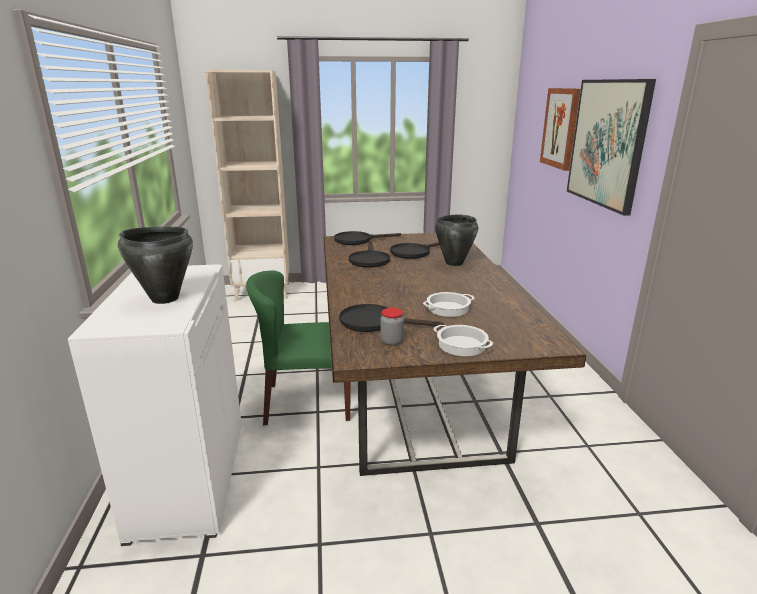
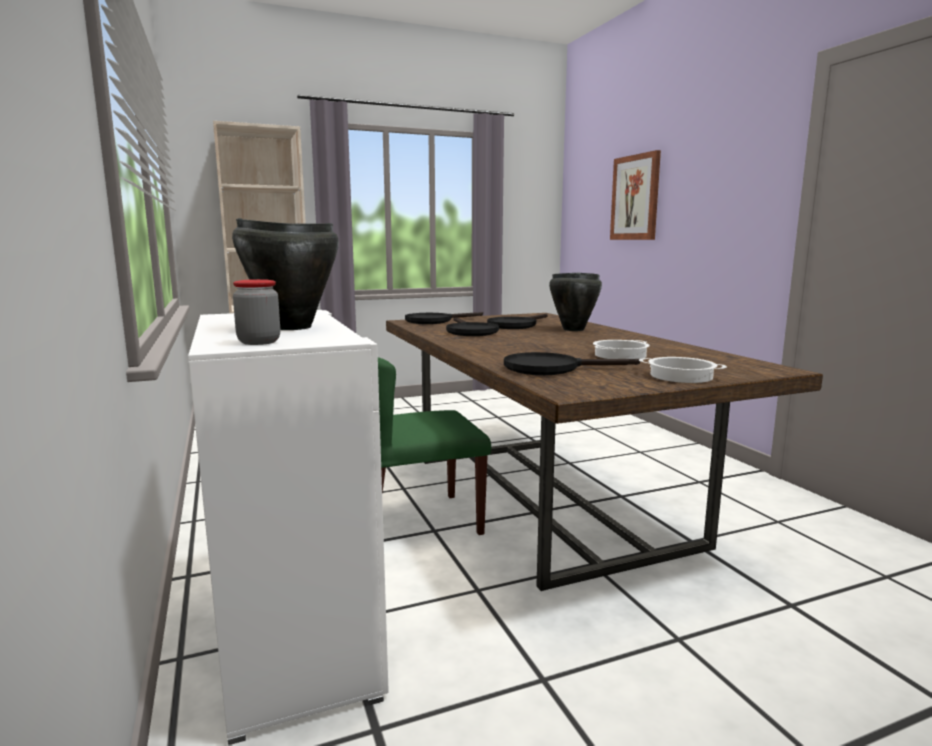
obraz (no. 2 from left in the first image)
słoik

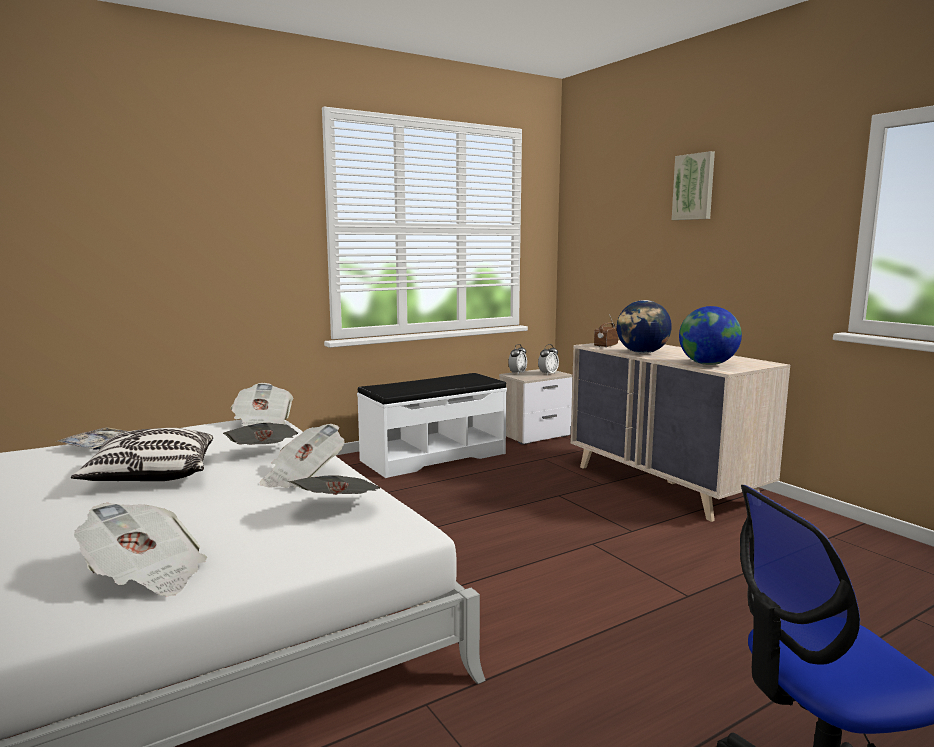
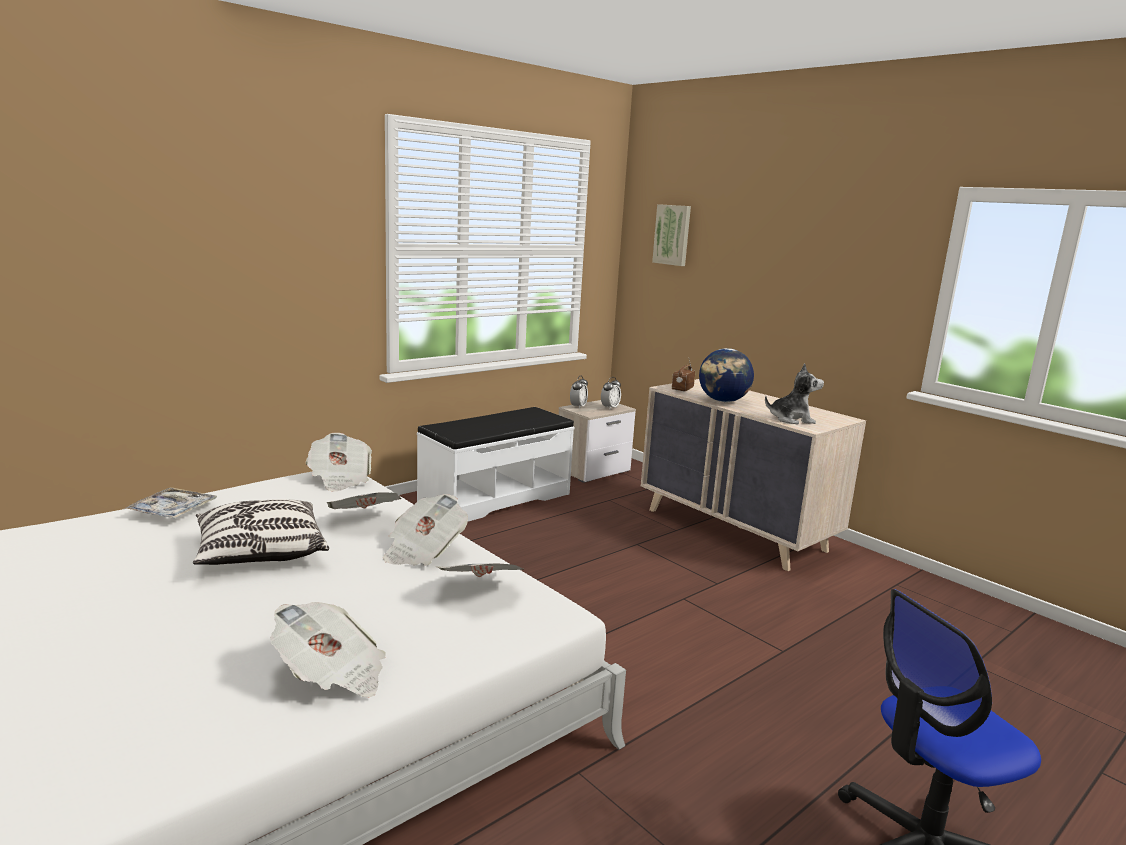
obraz
pluszak

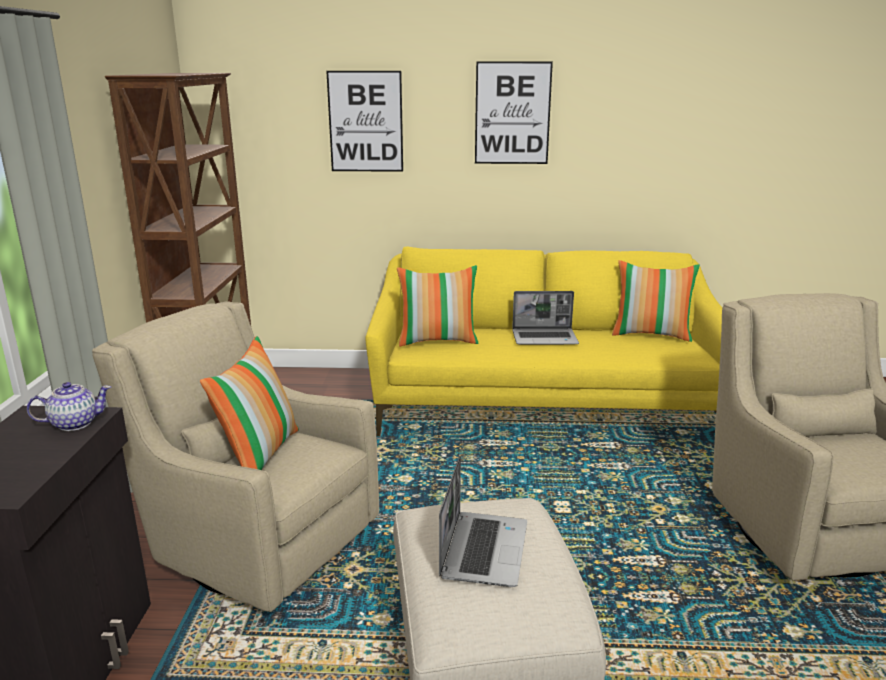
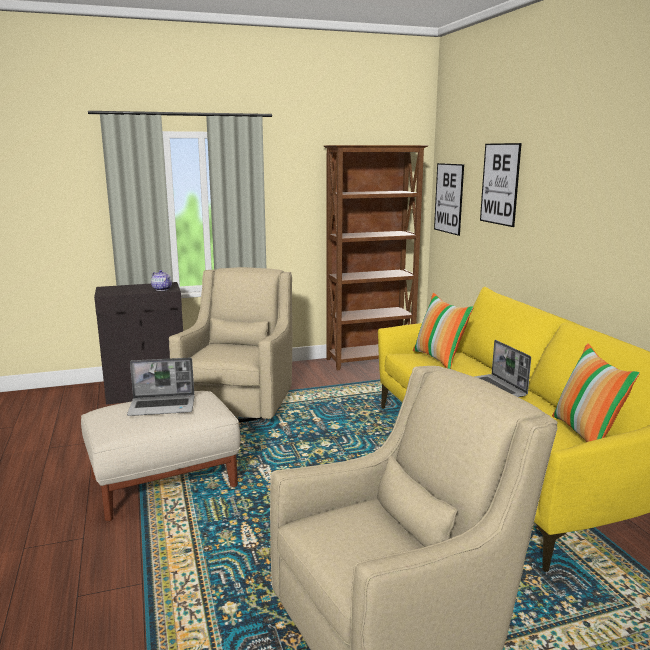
poduszka (no. 1 from left in the first image)
obraz (no. 1 from left)

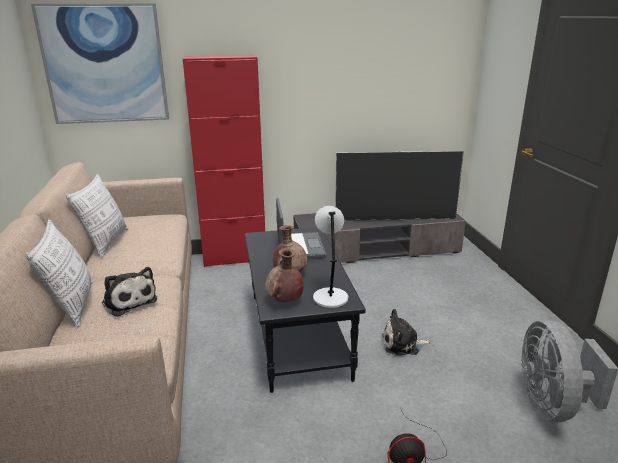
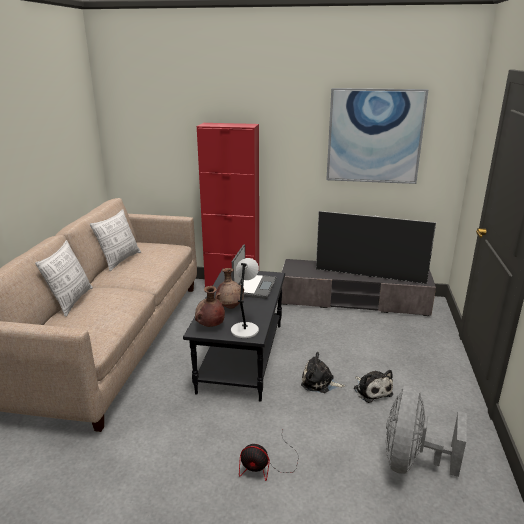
obraz
pluszak (no. 2 from left)

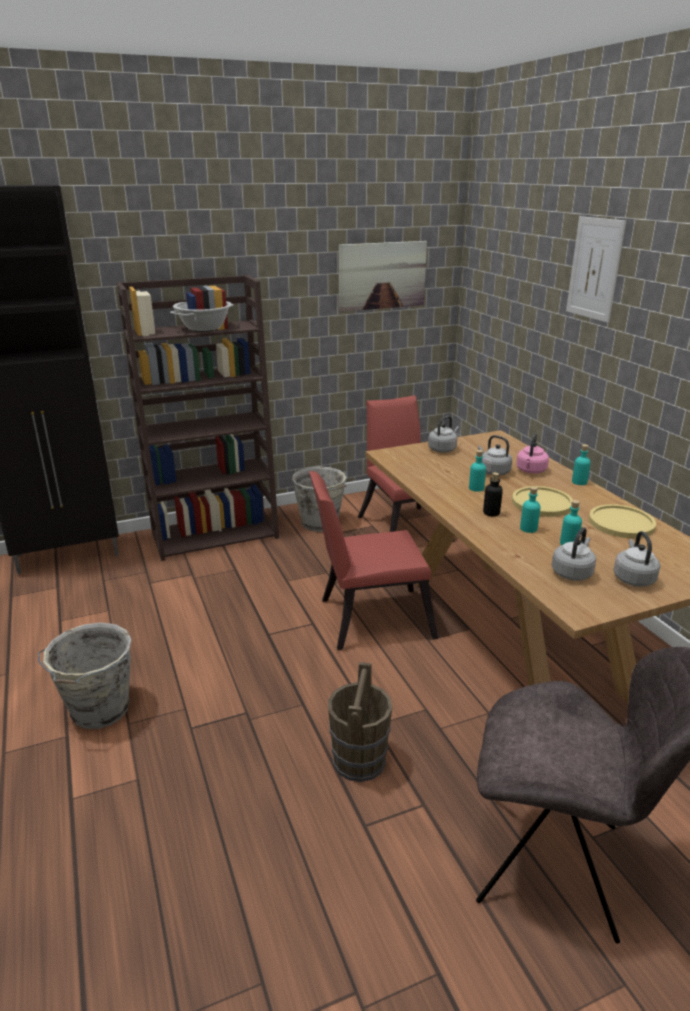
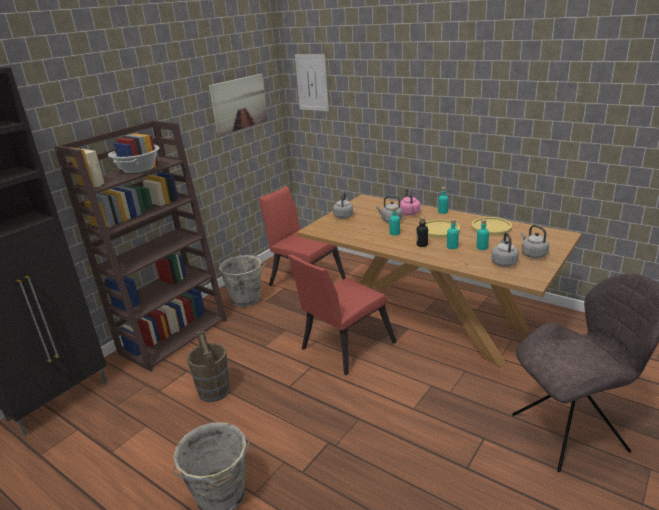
wiadro [brązowy]
obraz (no. 2 from left)

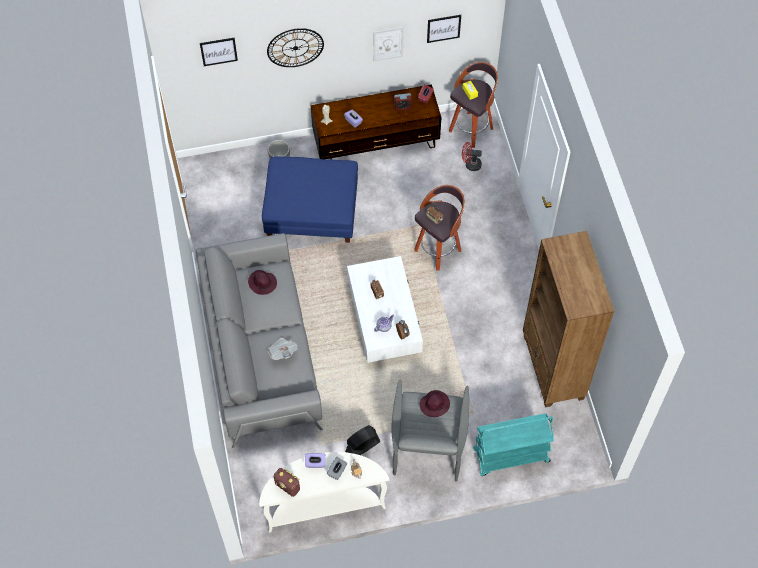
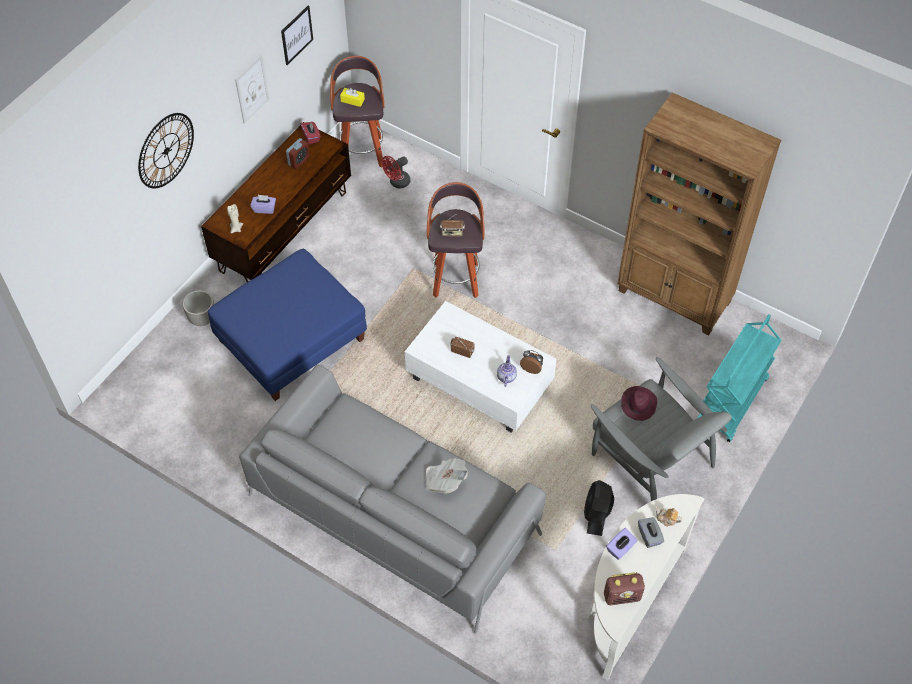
obraz (no. 1 from left in the first image)
kapelusz [fioletowy] (no. 1 from left in the first image)

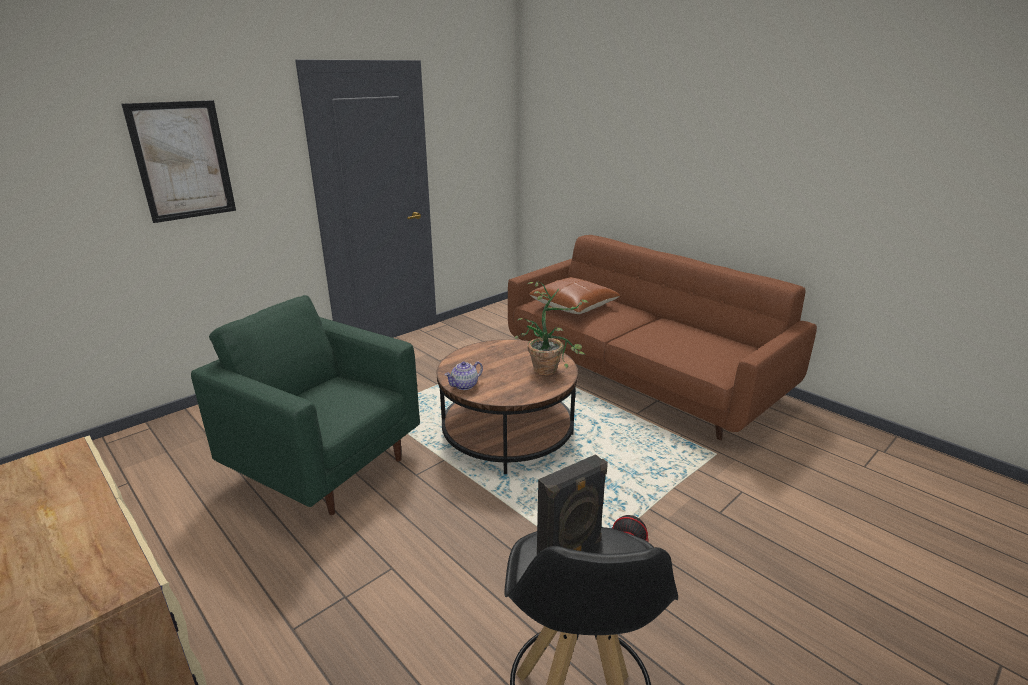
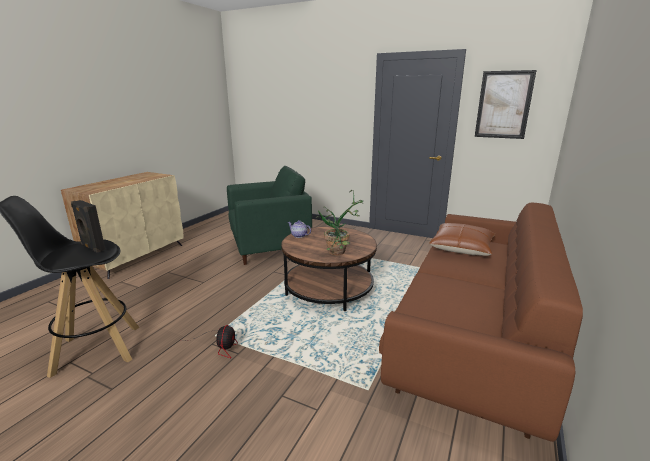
obraz
fotel [zielony]

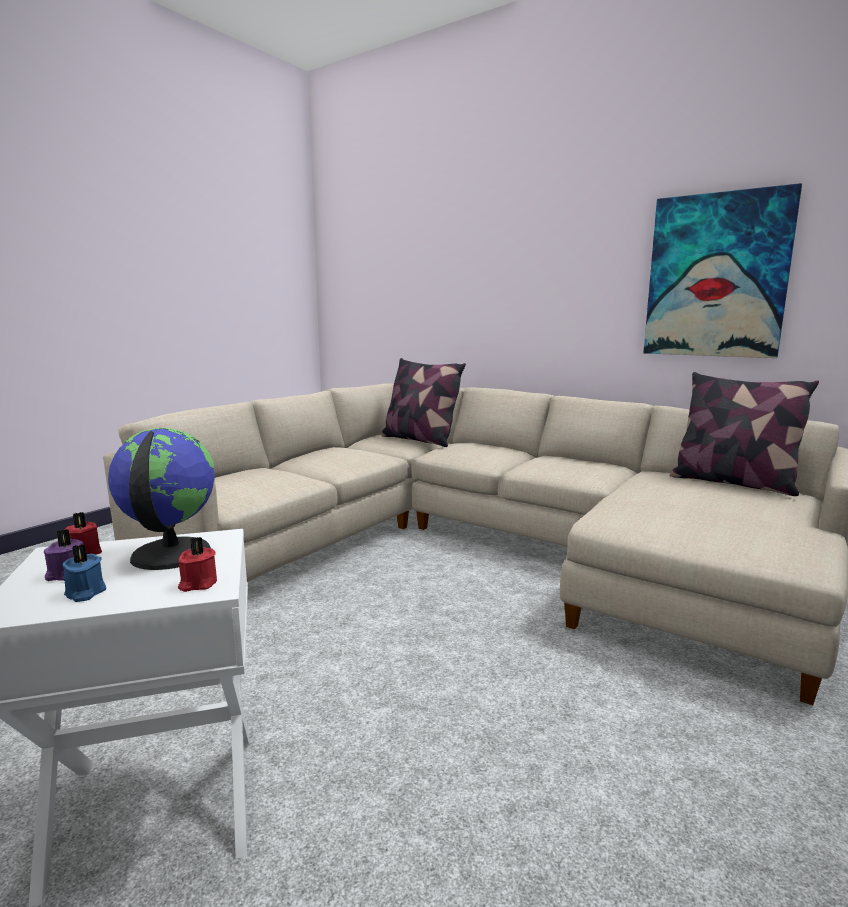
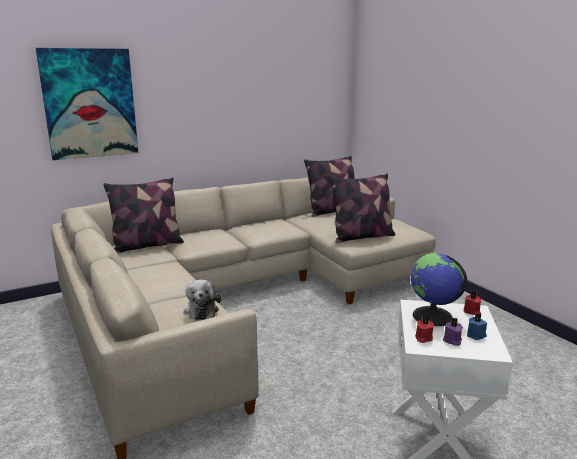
pluszak
poduszka (no. 3 from left)
obraz

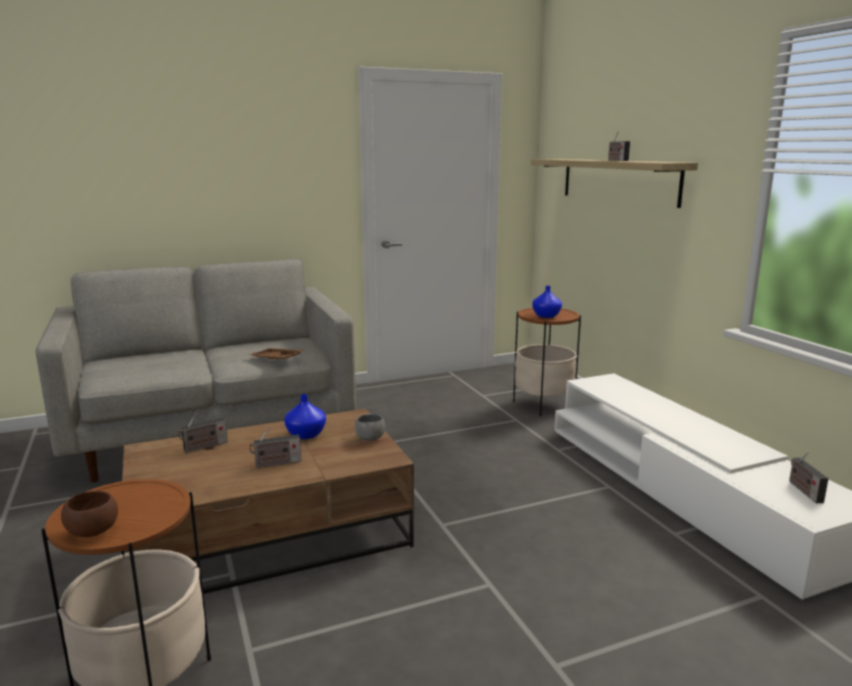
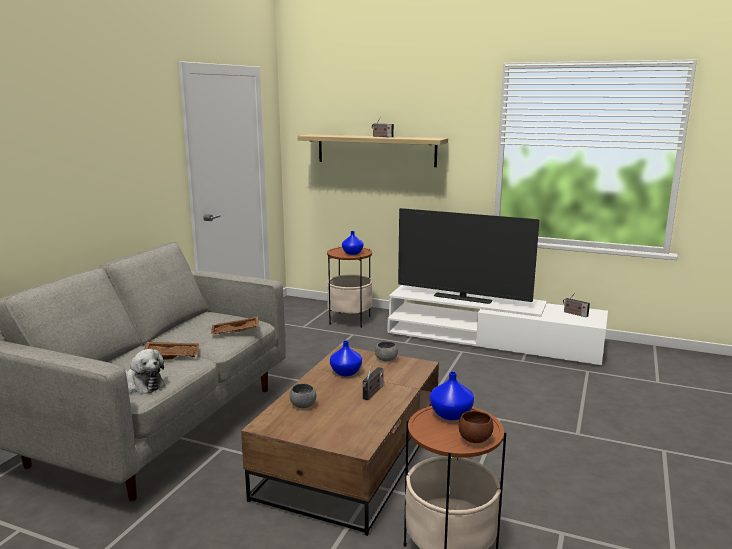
pluszak
taca [brązowy] (no. 1 from left)
telewizor
wazon [niebieski] (no. 3 from left)
miska [szary] (no. 1 from left)

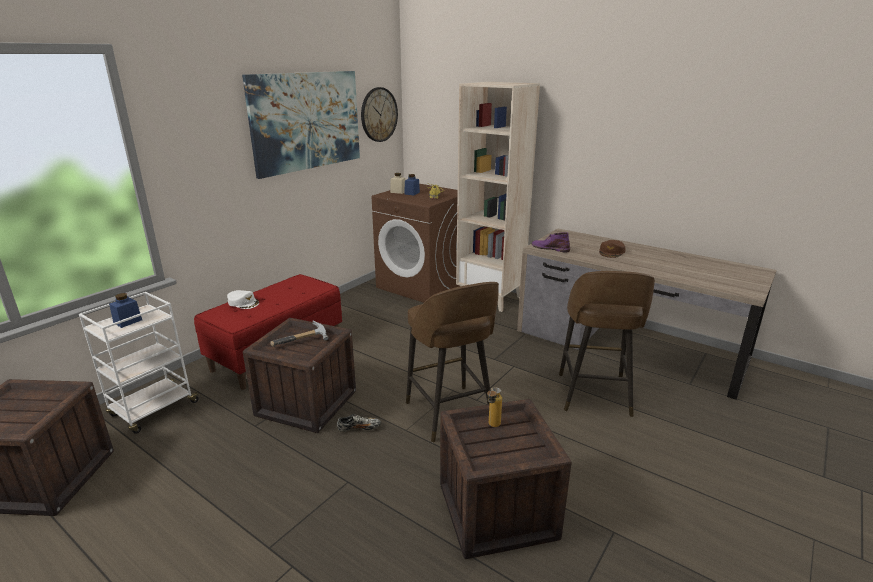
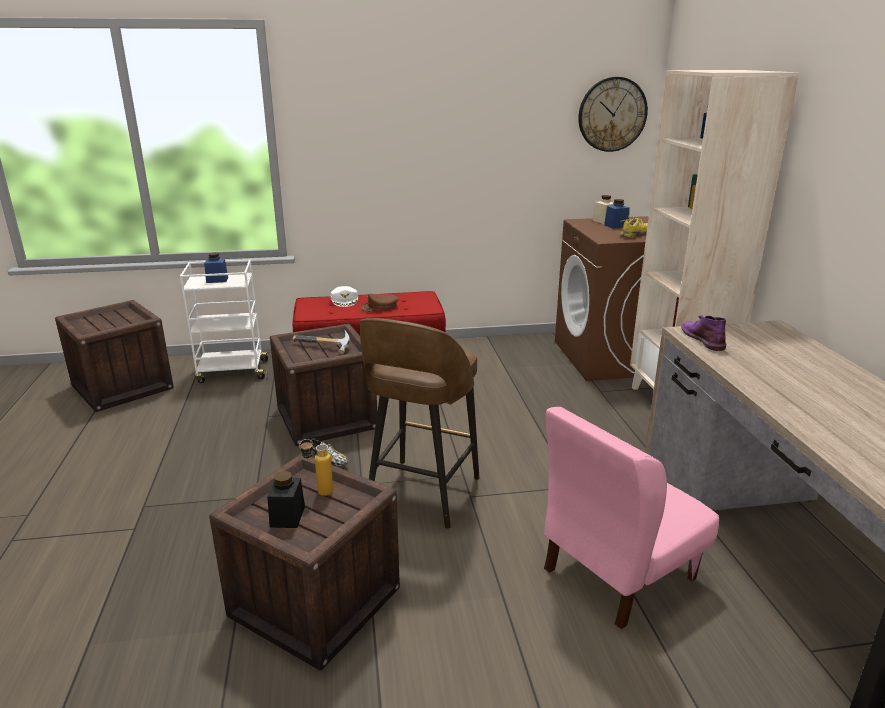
obraz
słoik [czarny]
czapka z daszkiem [brązowy]
krzesło [różowy]

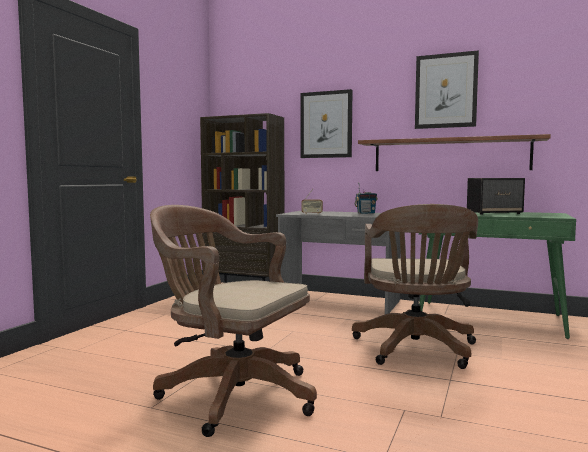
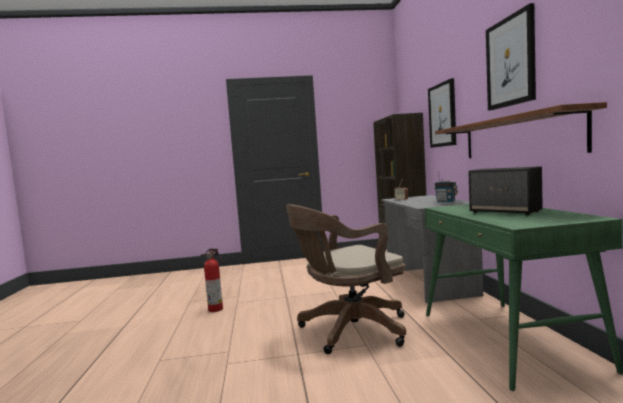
gaśnica

